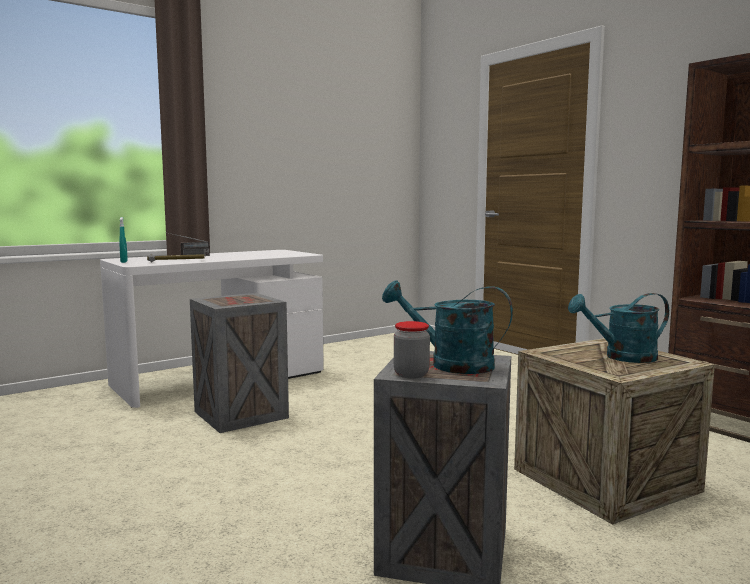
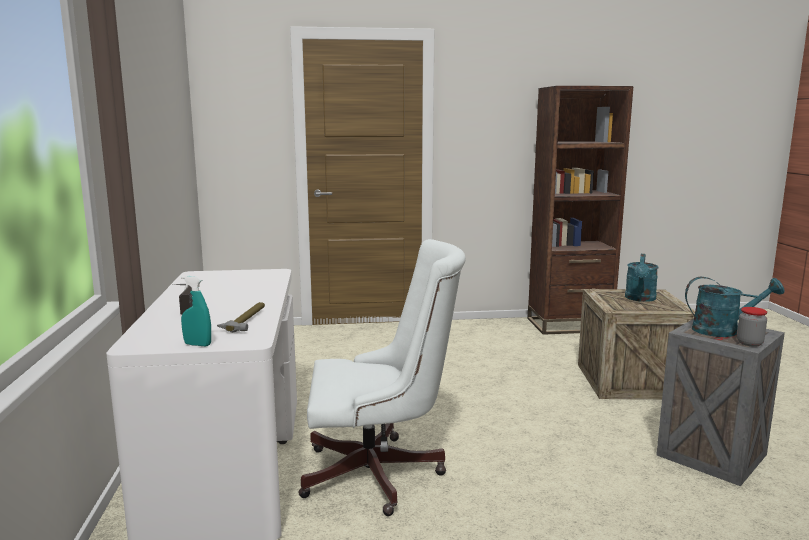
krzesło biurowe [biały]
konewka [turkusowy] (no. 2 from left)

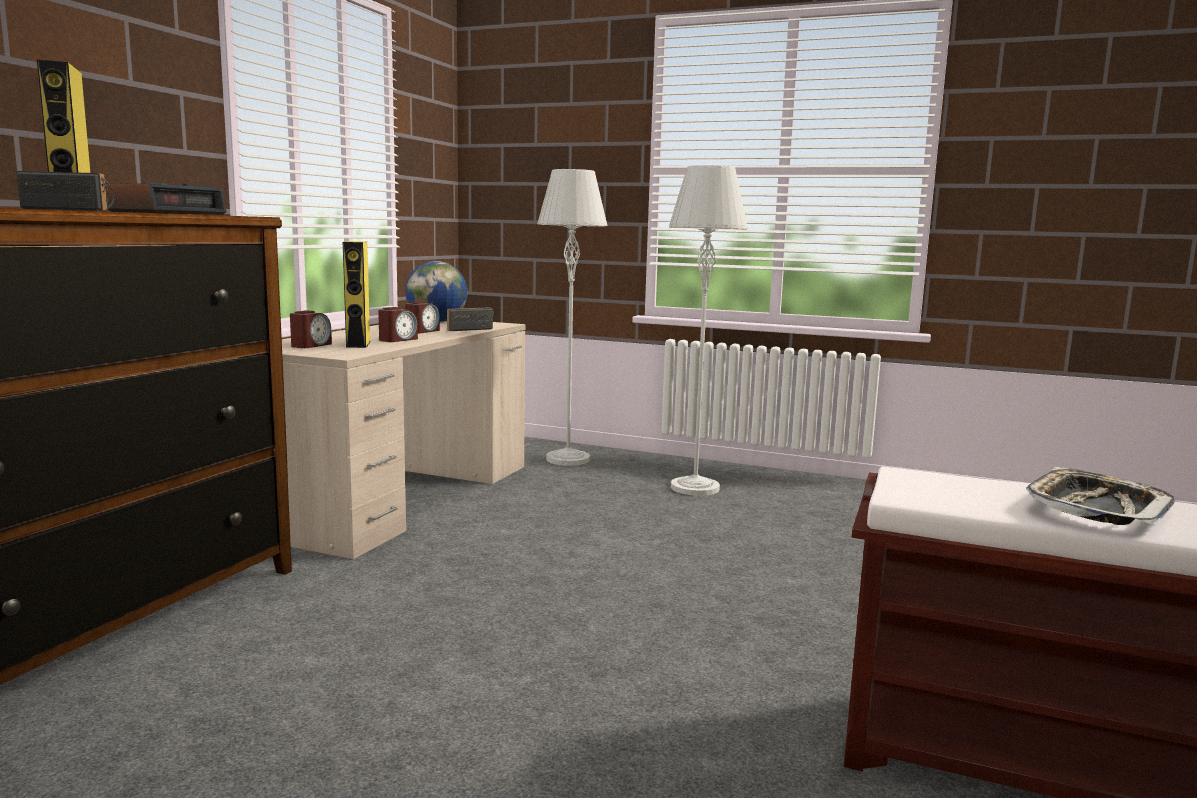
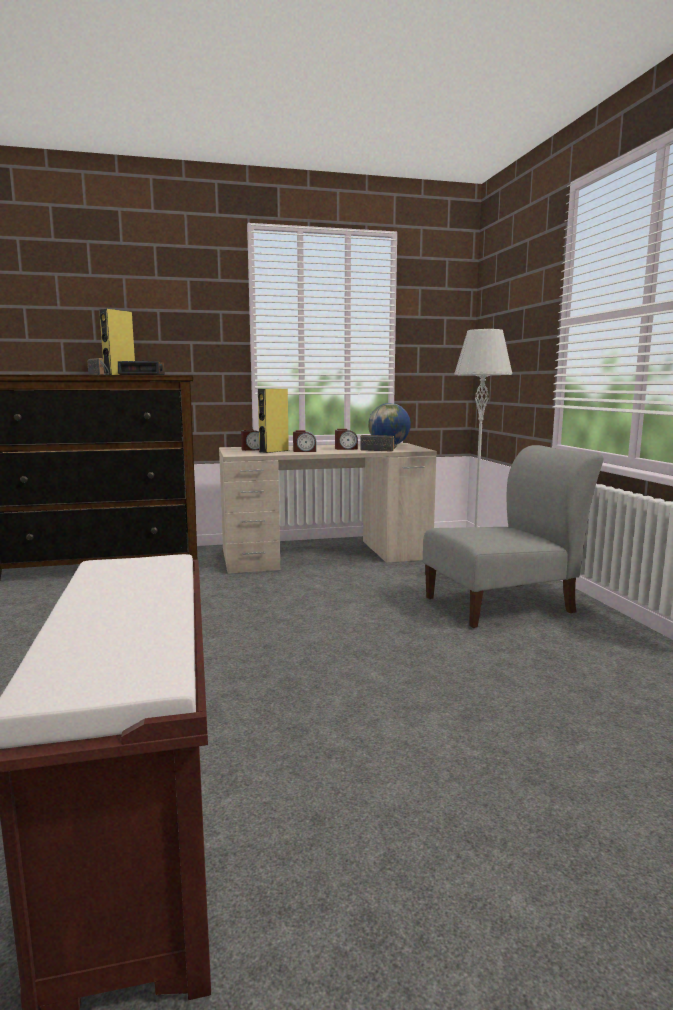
taca
krzesło [szary]

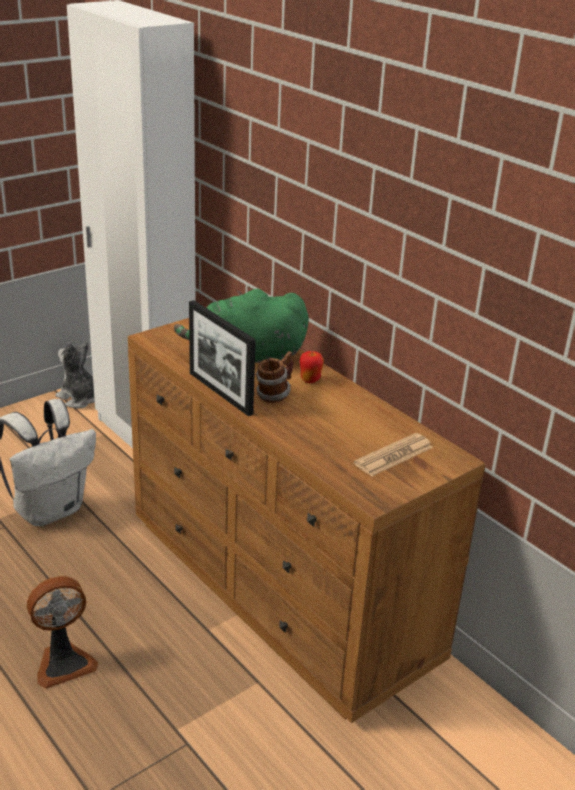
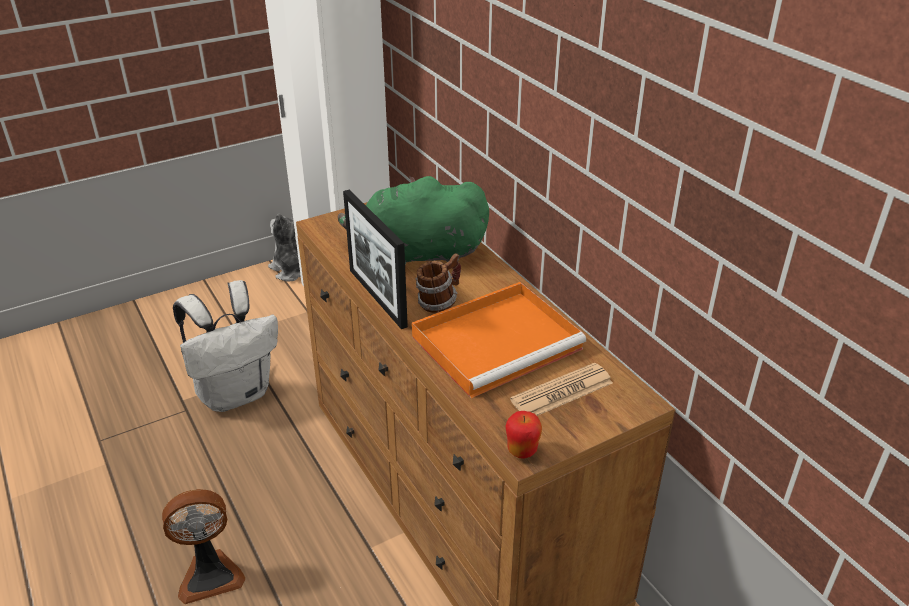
taca [pomarańczowy]
jabłko

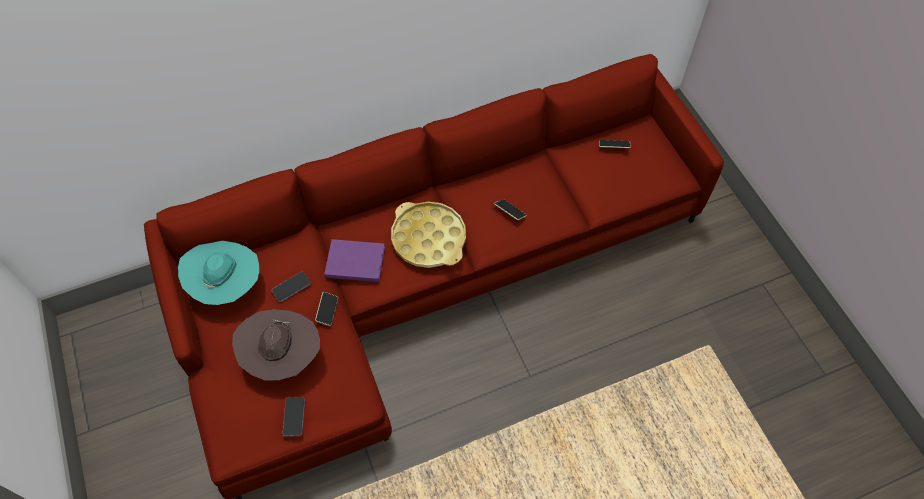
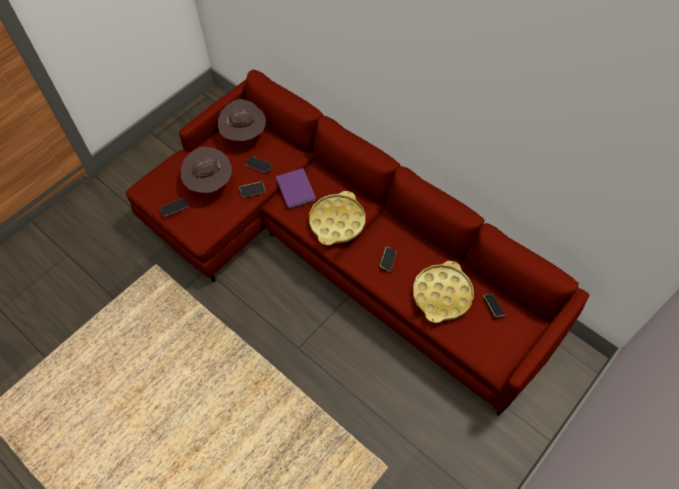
taca [żółty] (no. 2 from left)
kapelusz [brązowy] (no. 2 from left)

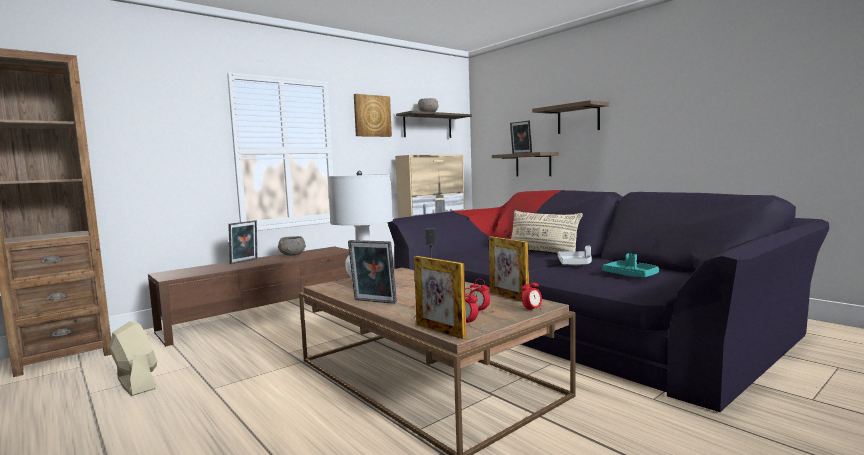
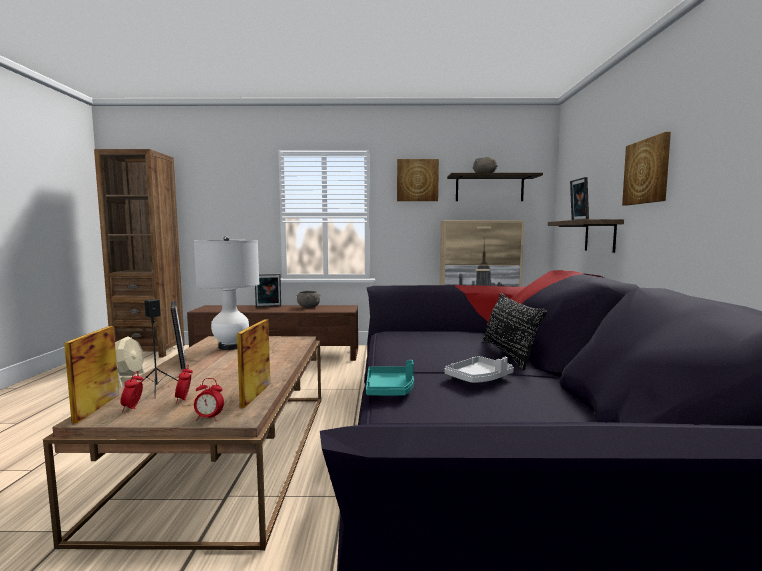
taca [turkusowy]
obraz (no. 2 from left)
poduszka [czarny]

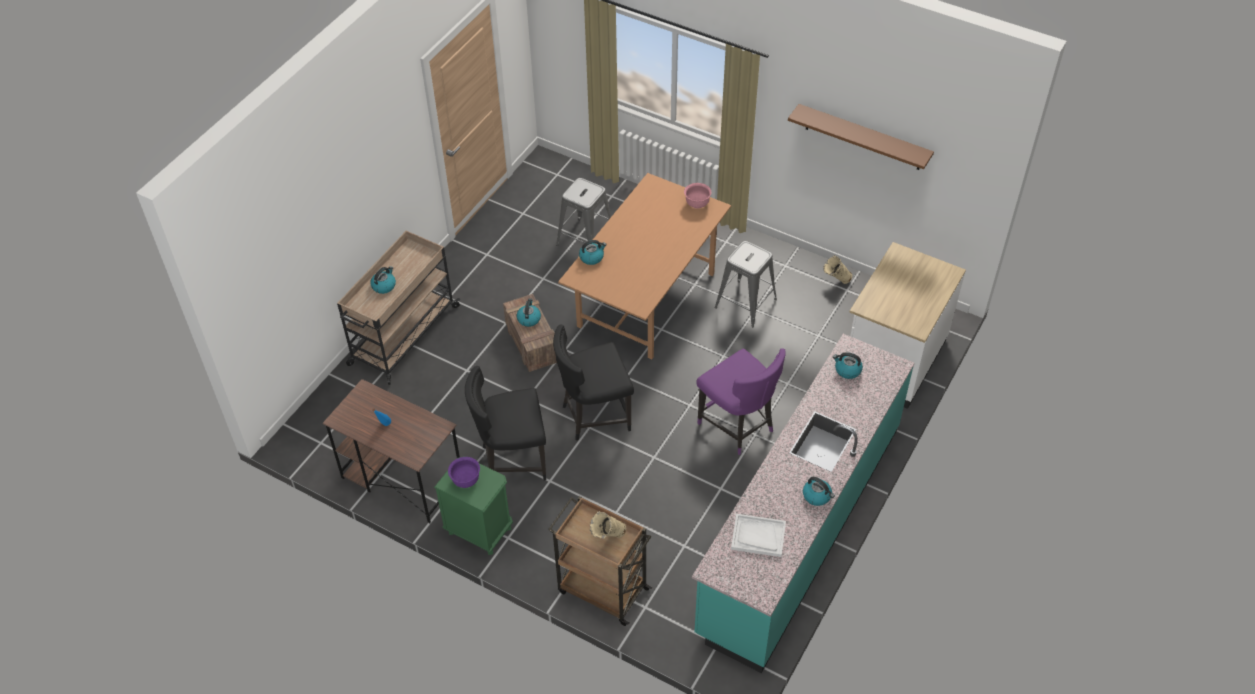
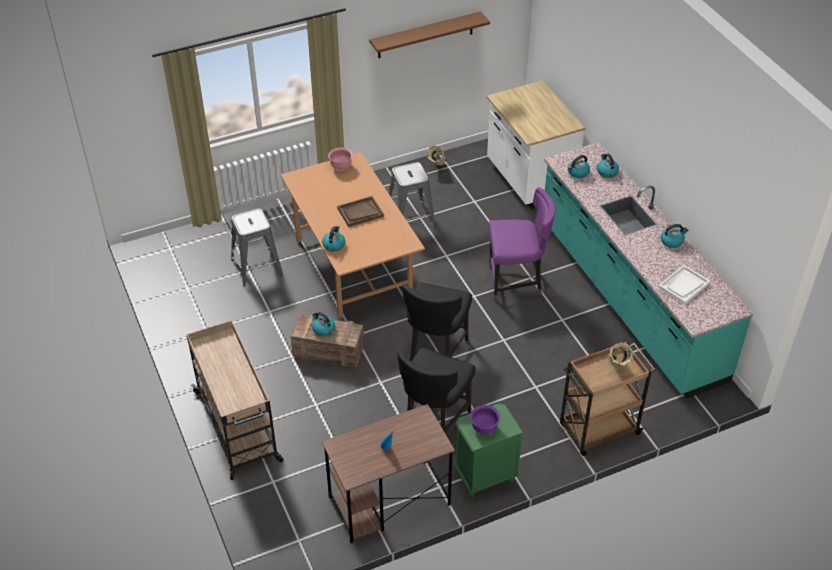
taca [brązowy]
czajnik (no. 4 from left)

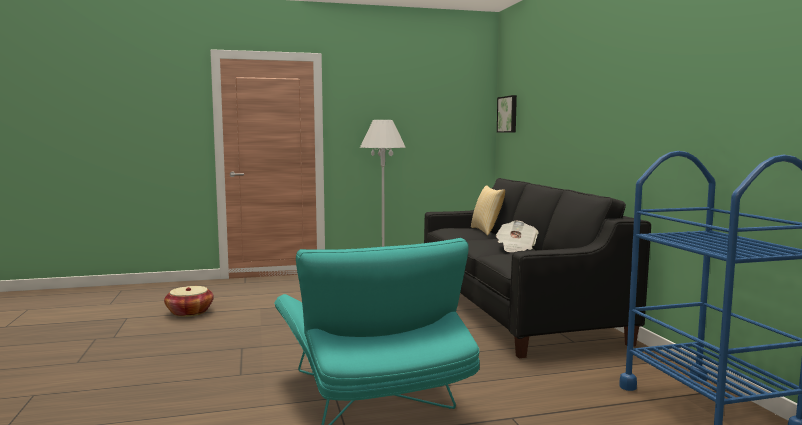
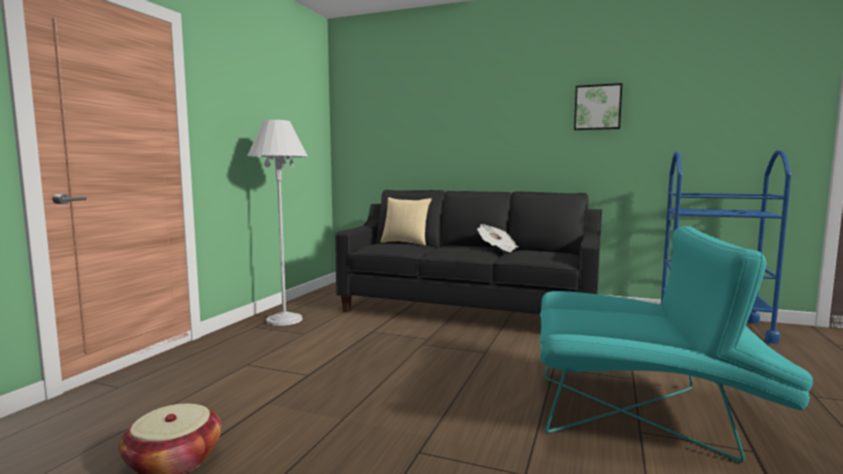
obraz

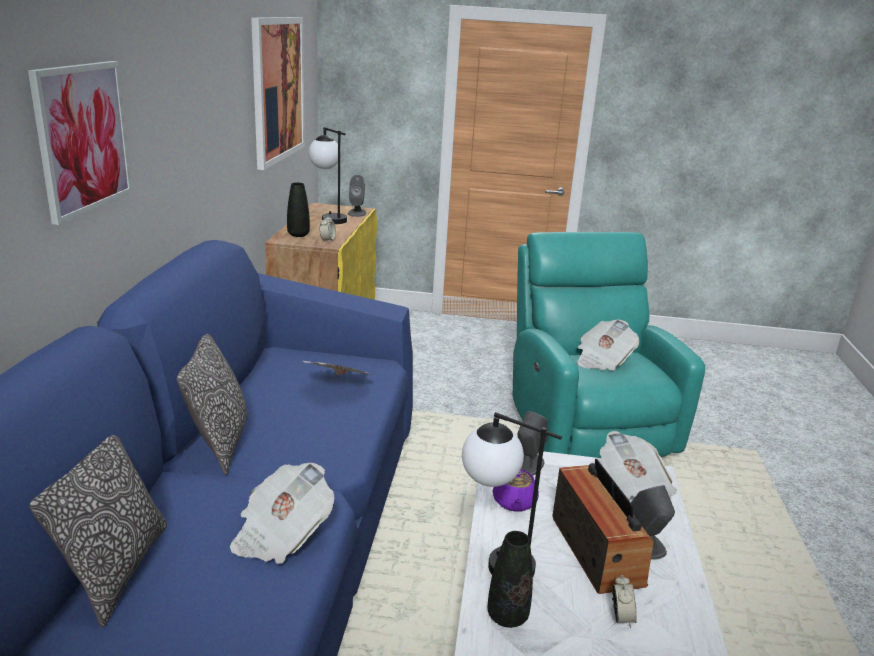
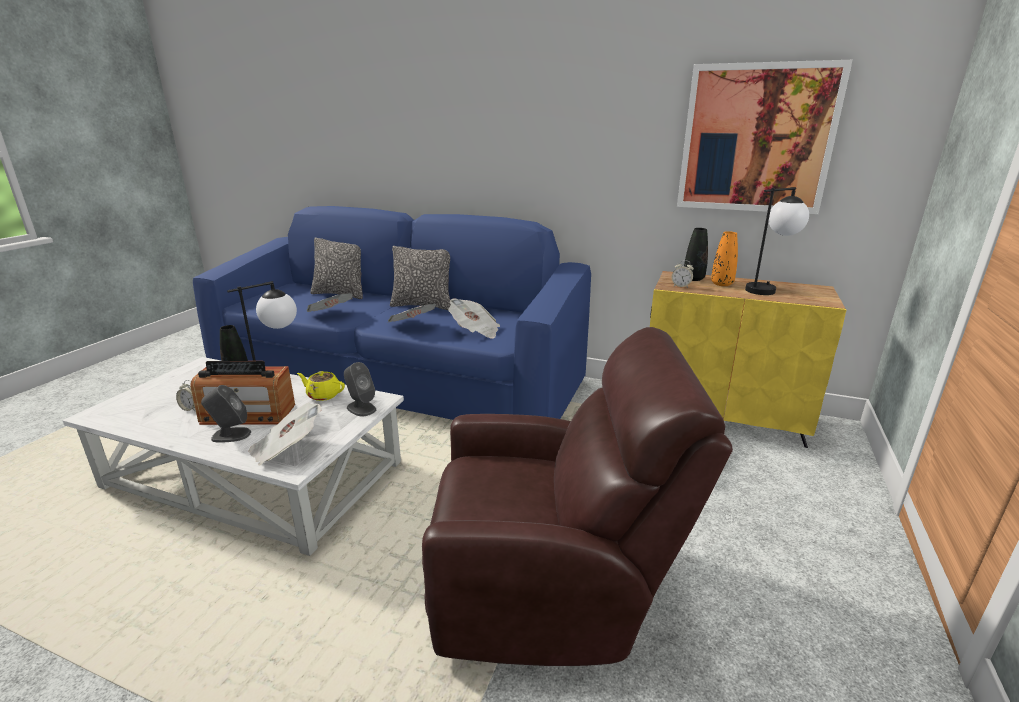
obraz (no. 1 from left in the first image)
głośnik [szary] (no. 1 from left in the first image)
wazon [pomarańczowy]
gazeta (no. 3 from left)
imbryk [żółty]
fotel [brązowy]

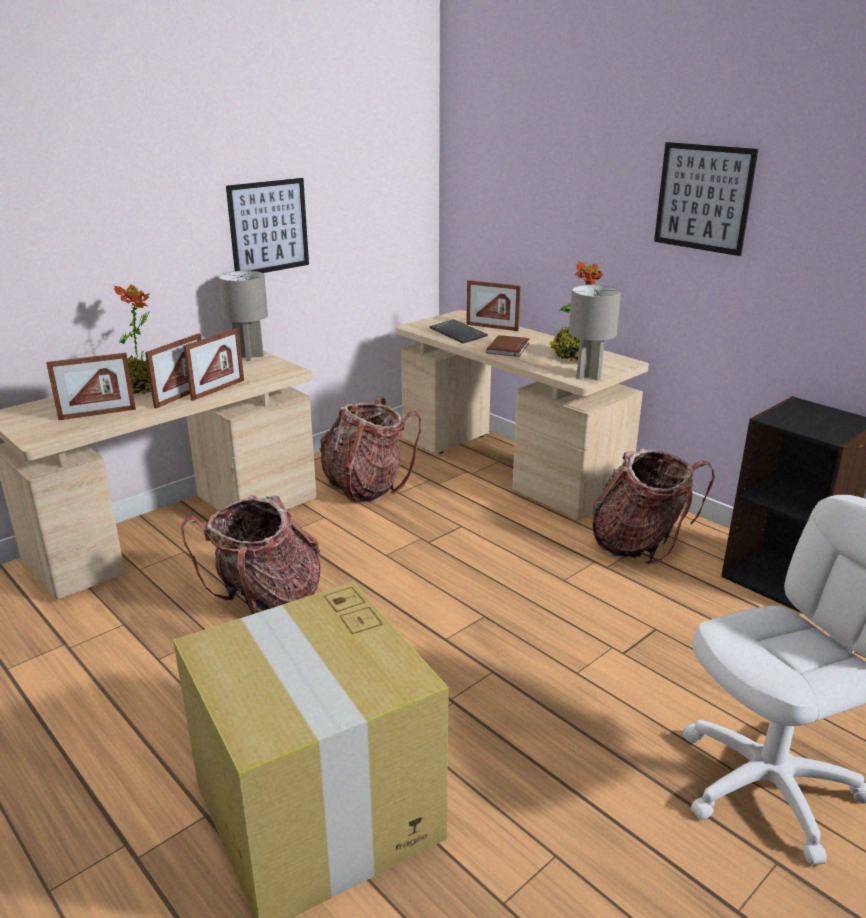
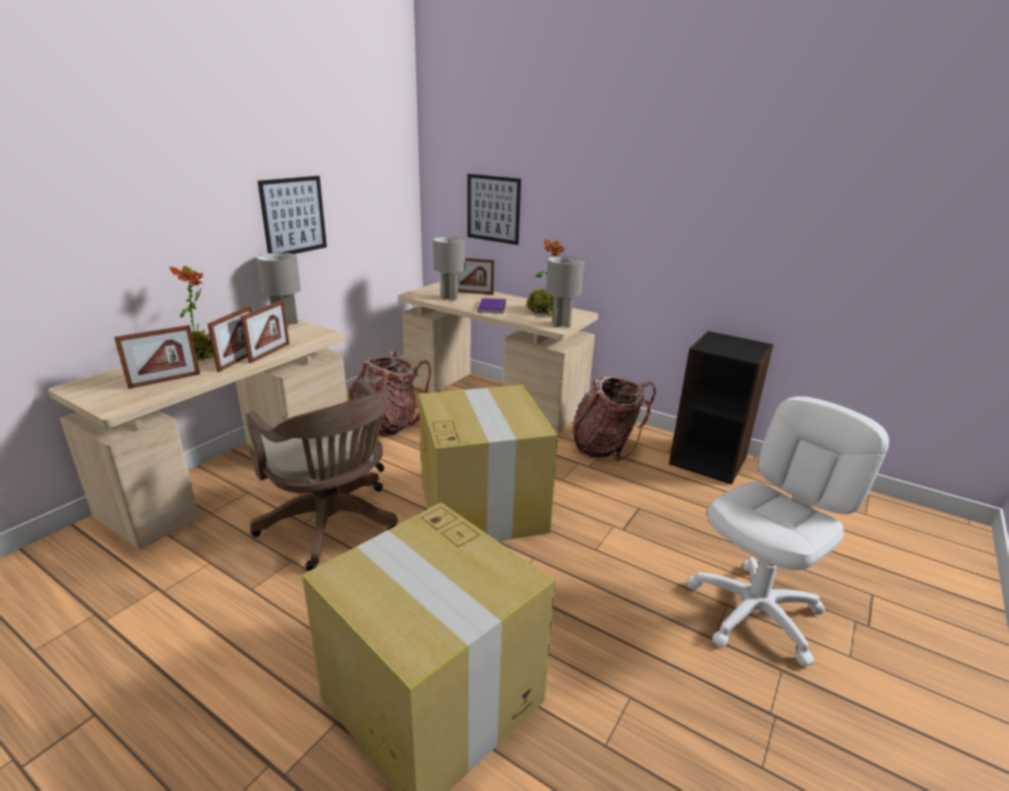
karton (no. 2 from left)
obraz (no. 2 from left)
krzesło biurowe [brązowy]
lampa stołowa [szary] (no. 2 from left)
książka [fioletowy]

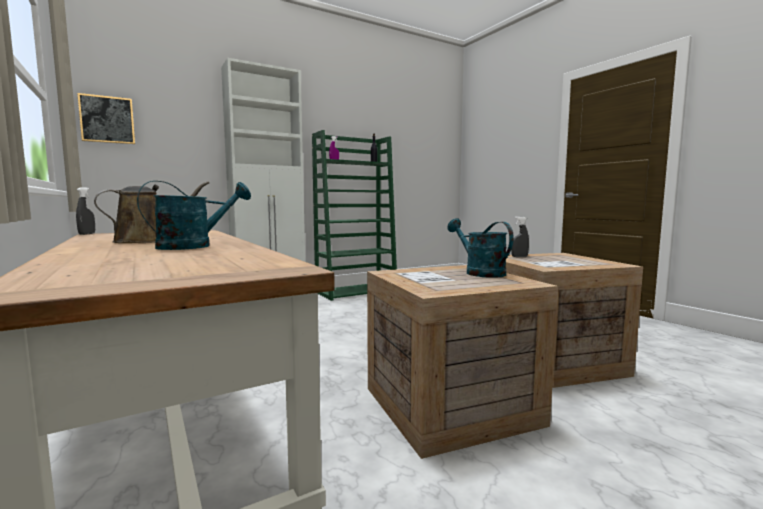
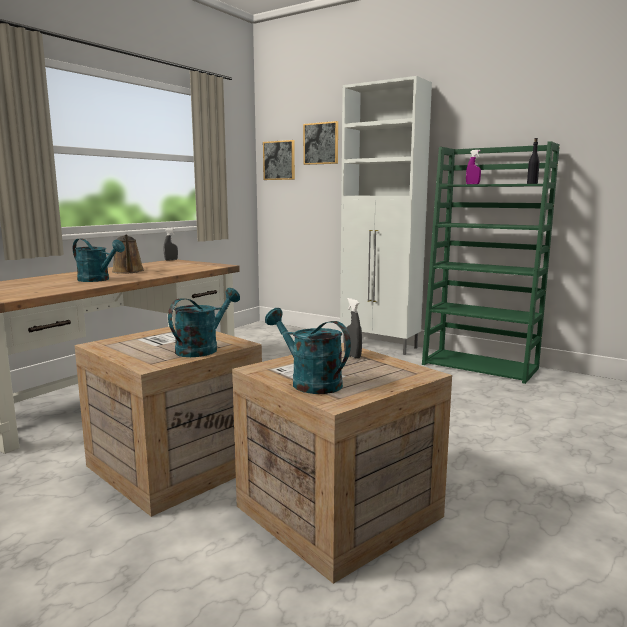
konewka [turkusowy] (no. 3 from left)
obraz (no. 2 from left)
konewka [brązowy]

